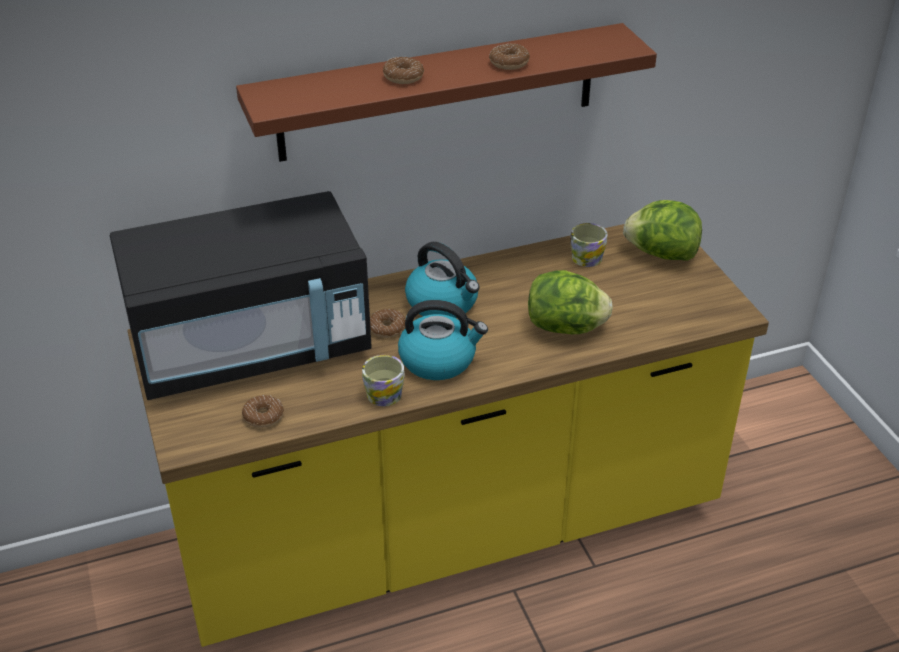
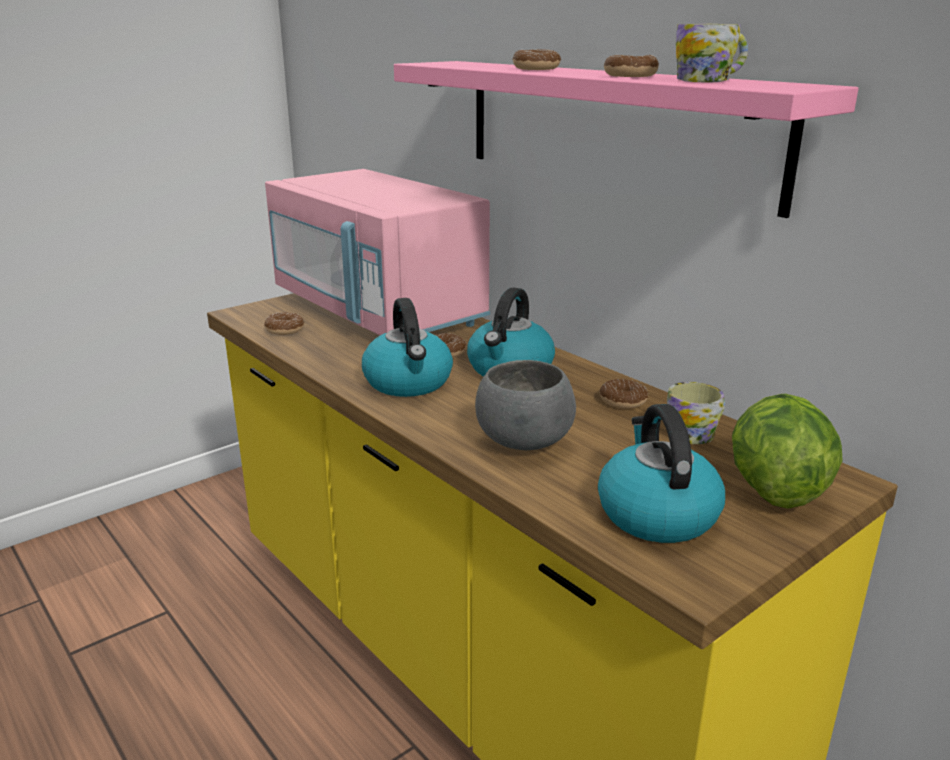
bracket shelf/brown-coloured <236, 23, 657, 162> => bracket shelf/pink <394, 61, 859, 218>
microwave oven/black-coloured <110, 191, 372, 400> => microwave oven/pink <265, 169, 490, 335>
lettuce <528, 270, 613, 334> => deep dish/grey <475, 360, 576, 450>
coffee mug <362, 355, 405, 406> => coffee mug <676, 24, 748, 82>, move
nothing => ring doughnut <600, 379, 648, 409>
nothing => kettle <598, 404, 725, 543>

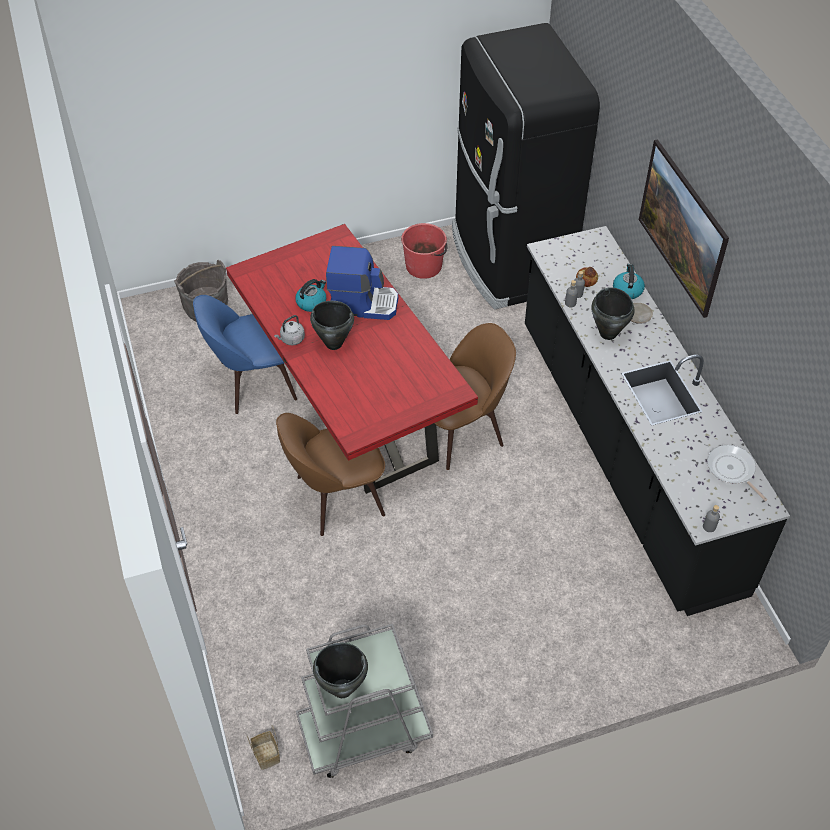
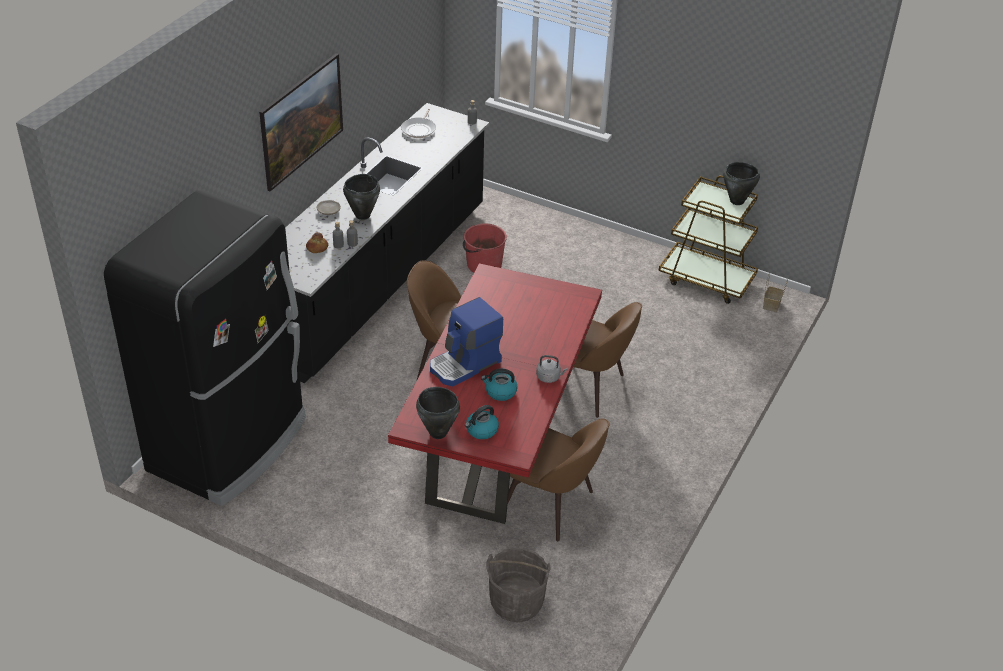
pail/red-coloured <401, 223, 447, 279> => pail/red-coloured <463, 223, 507, 273>, move
coffee maker <326, 246, 398, 320> => coffee maker <430, 297, 503, 386>, 90 degrees counterclockwise
kettle <613, 264, 645, 299> => kettle <465, 405, 499, 439>, move
upright chair/blue-coloured <193, 295, 297, 414> => upright chair/brown-coloured <508, 419, 610, 541>
stockpot/black-coloured <310, 301, 354, 350> => stockpot/black-coloured <416, 387, 460, 439>, move
wheeled cart/grey <296, 624, 433, 778> => wheeled cart/brown-coloured <659, 176, 758, 304>

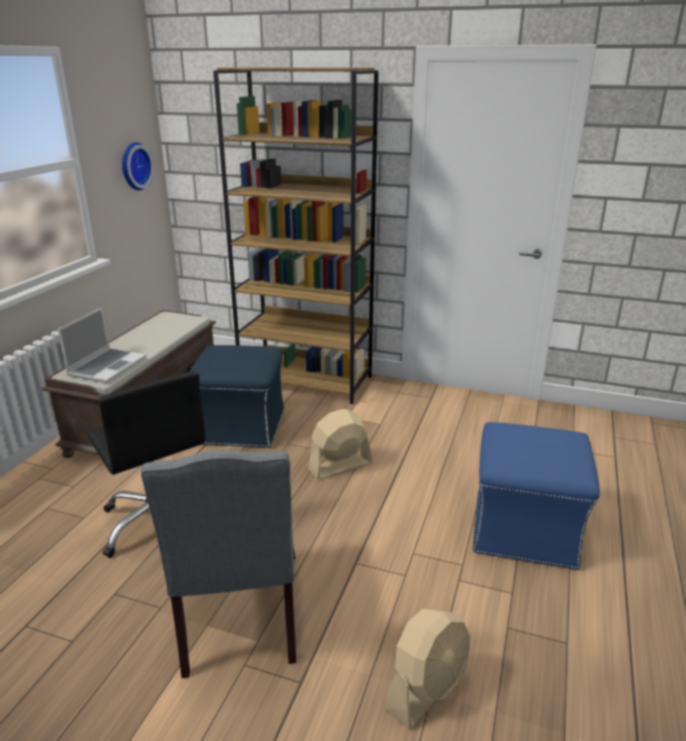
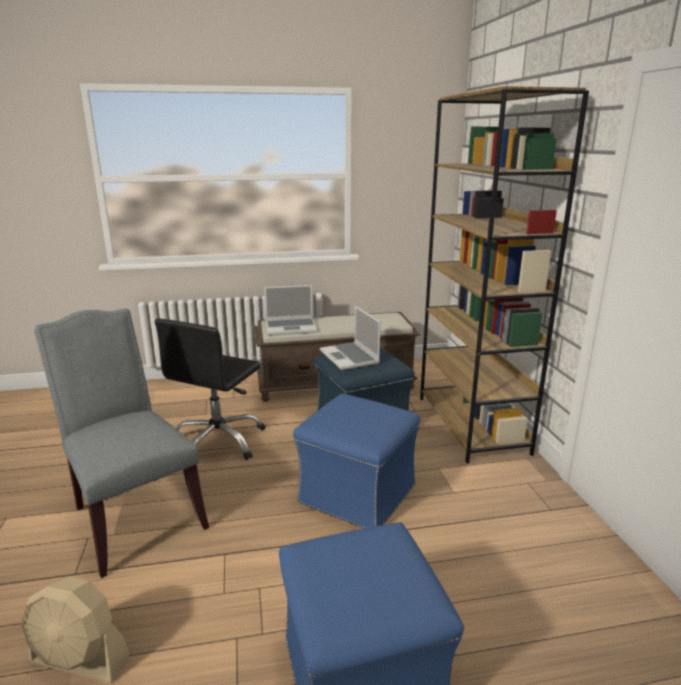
hanging clock <122, 142, 154, 190> => nothing
fan/sand-coloured <308, 409, 372, 480> => pouffe/blue-coloured <293, 394, 420, 529>
upright chair/grey <141, 450, 296, 678> => upright chair/grey <35, 309, 209, 578>, 90 degrees clockwise
nothing => notebook computer <320, 306, 381, 370>

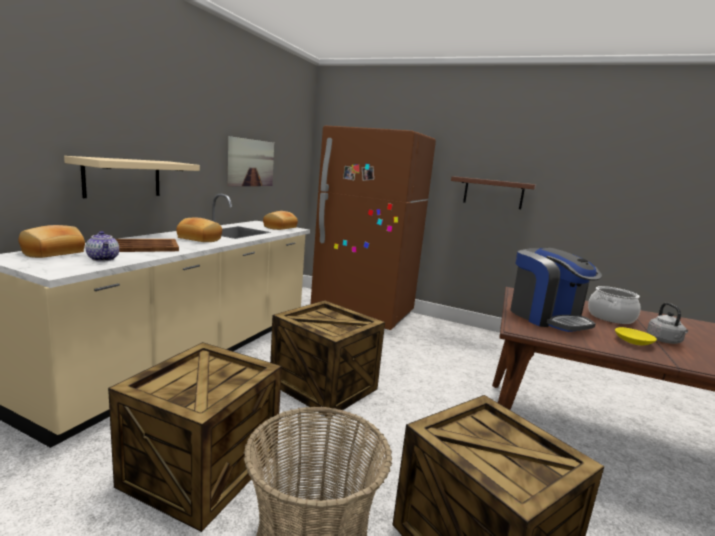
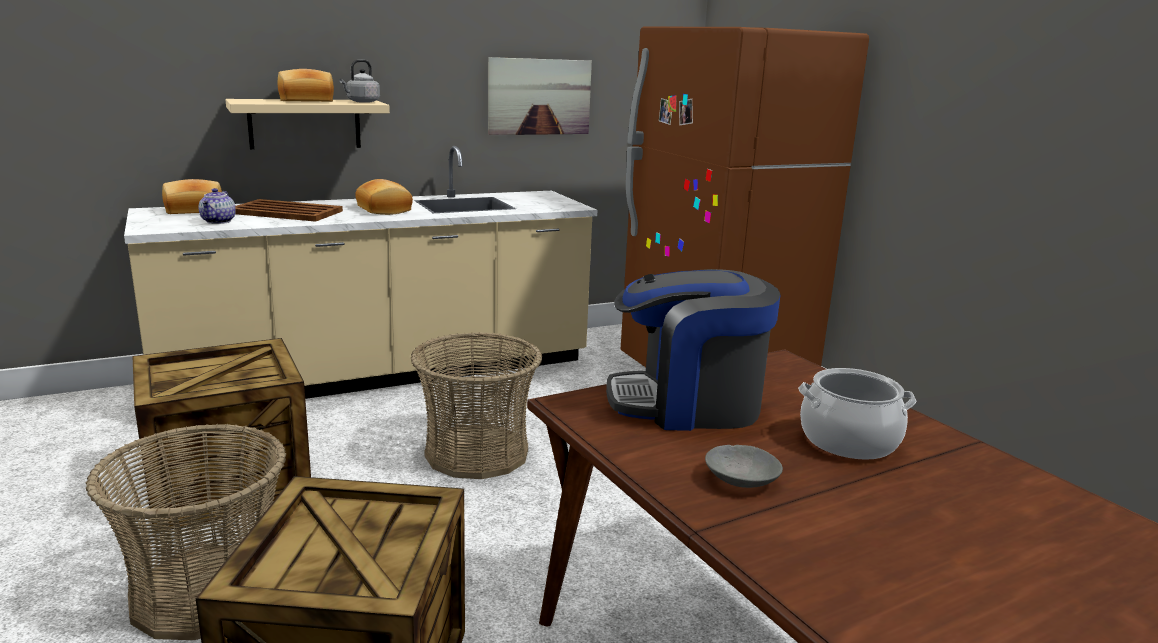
bracket shelf/brown-coloured <451, 176, 536, 209> => nothing
bread <263, 211, 298, 230> => bread <278, 69, 334, 102>, move
coffee maker <510, 248, 602, 332> => coffee maker <606, 269, 781, 431>, 75 degrees clockwise
crate <270, 300, 385, 417> => basket <411, 332, 543, 479>
kettle/grey <647, 303, 688, 344> => kettle/grey <339, 60, 380, 103>, move
deep dish/yellowish <615, 327, 657, 345> => deep dish/grey <705, 445, 783, 488>

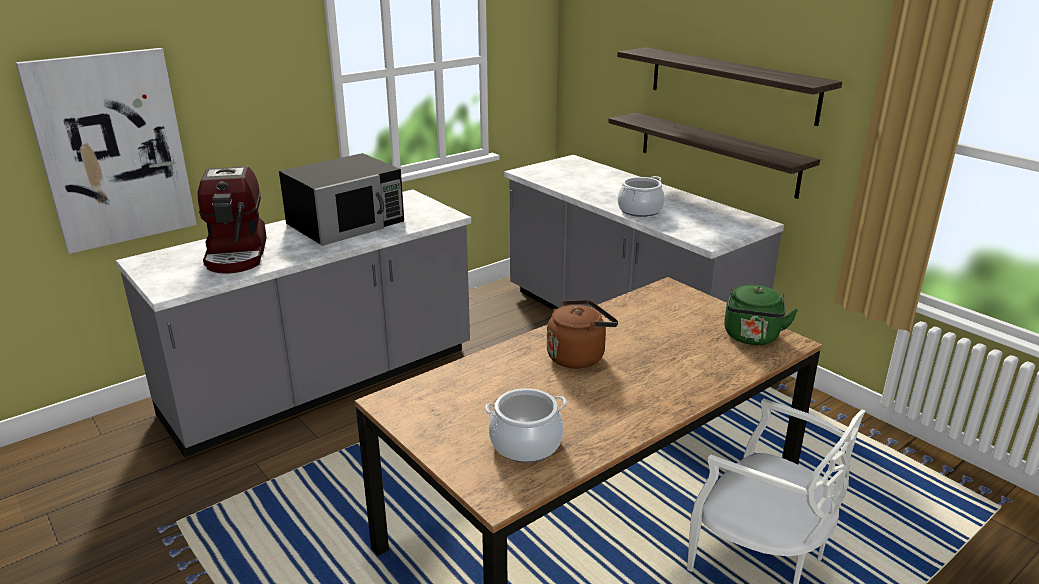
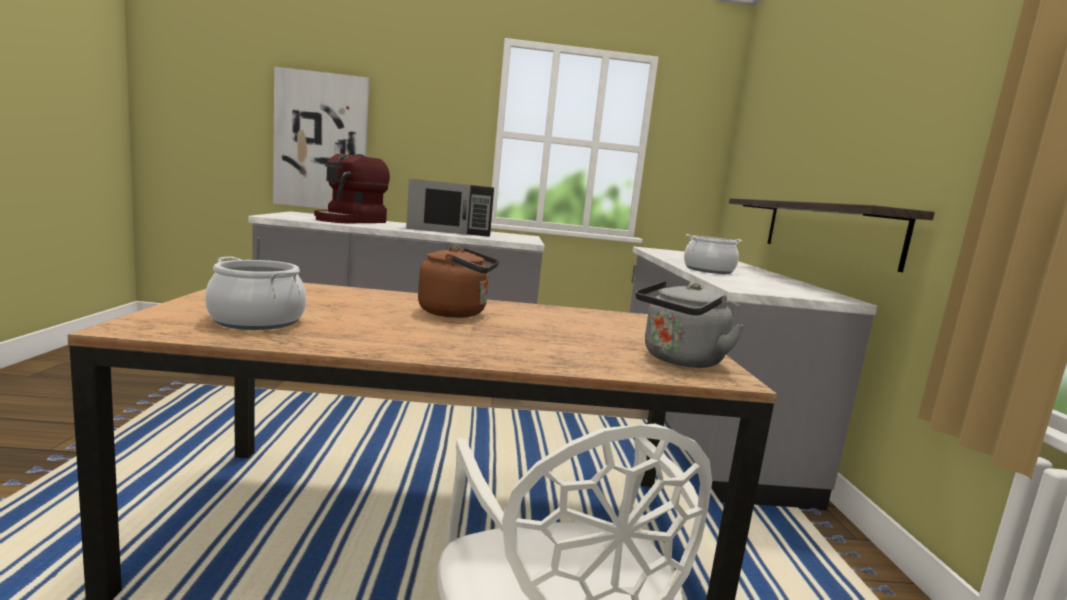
bracket shelf <617, 47, 842, 126> => nothing
kettle/green <724, 285, 798, 345> => kettle/grey <636, 281, 745, 368>

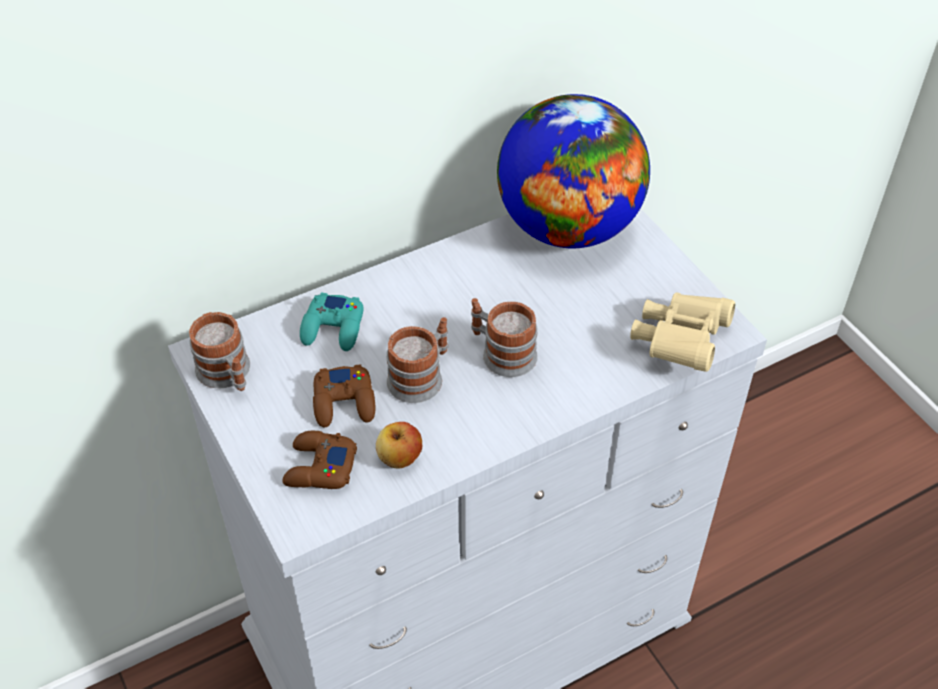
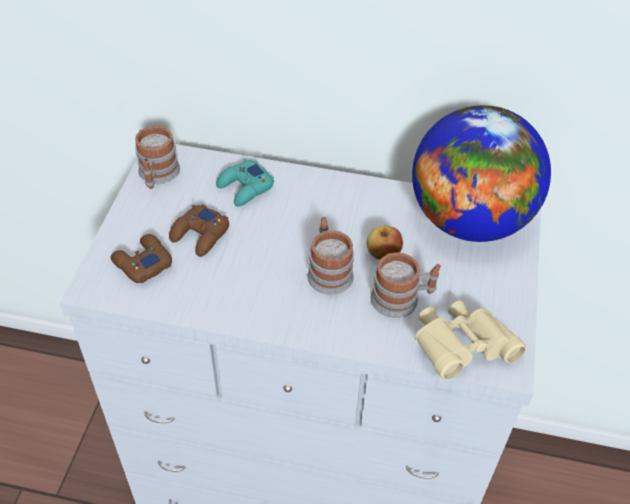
coffee mug <386, 317, 448, 403> => coffee mug <370, 253, 441, 318>, move
whole apple <376, 422, 422, 469> => whole apple <366, 226, 403, 260>, move

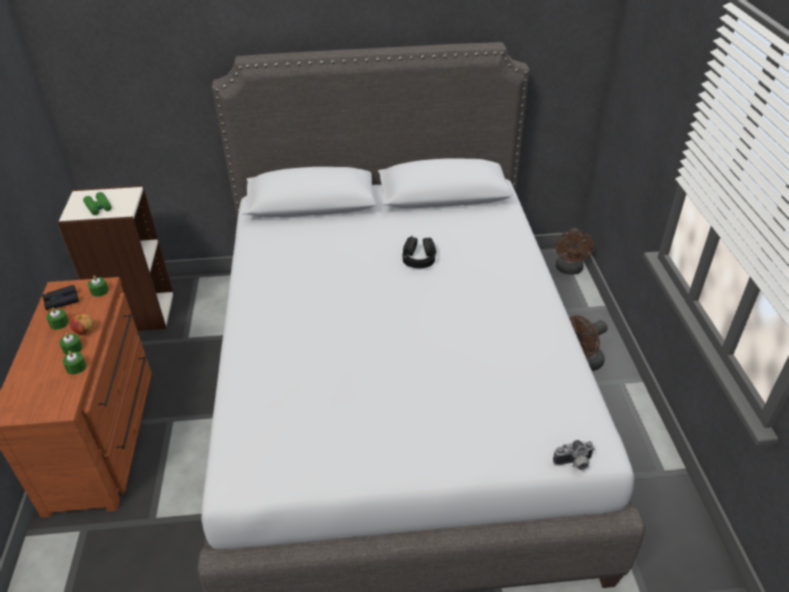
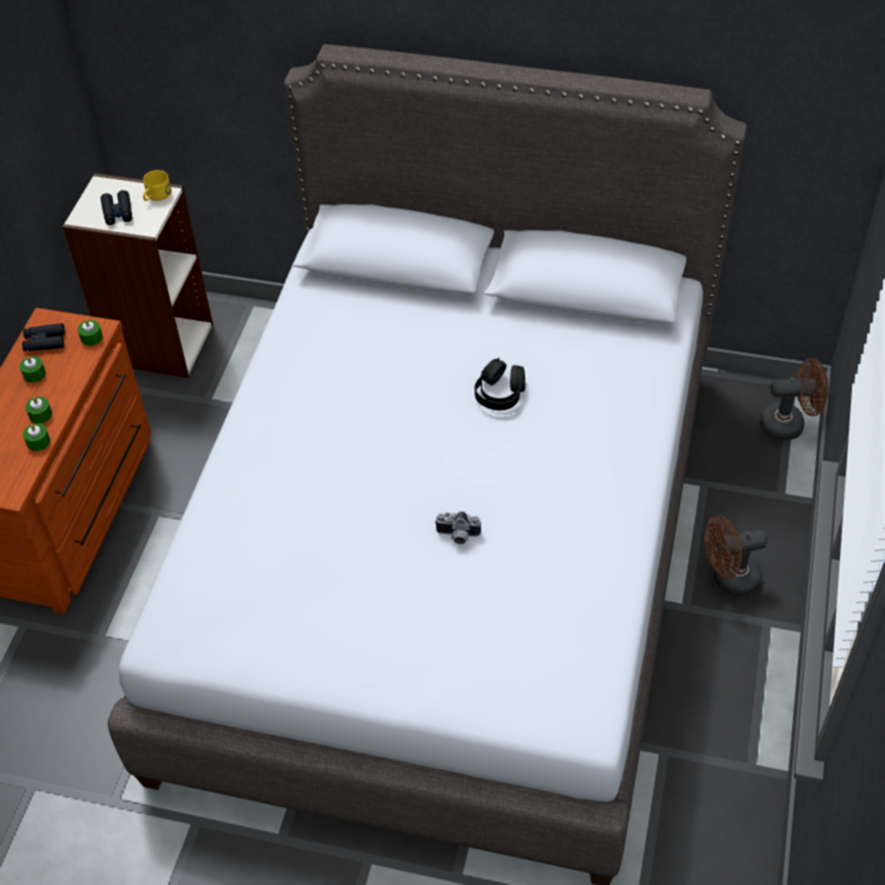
pair of binoculars/green <83, 192, 112, 215> => pair of binoculars/black-coloured <101, 190, 132, 225>
fan/brown-coloured <555, 228, 594, 275> => fan/brown-coloured <760, 358, 828, 441>, 120 degrees counterclockwise
whole apple <69, 313, 92, 335> => nothing
still camera <553, 440, 595, 470> => still camera <435, 511, 481, 544>, move
nothing => coffee mug/yellowish <143, 170, 171, 201>

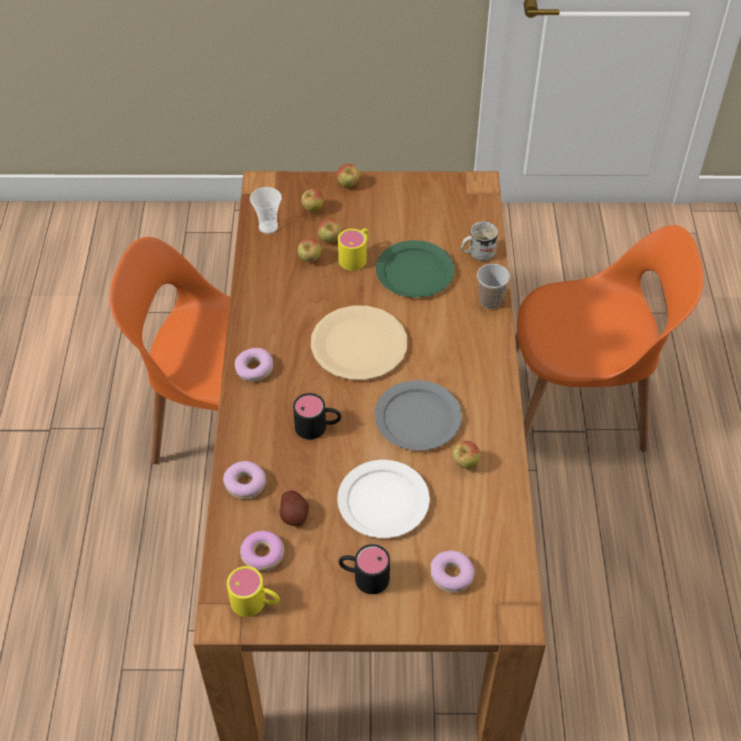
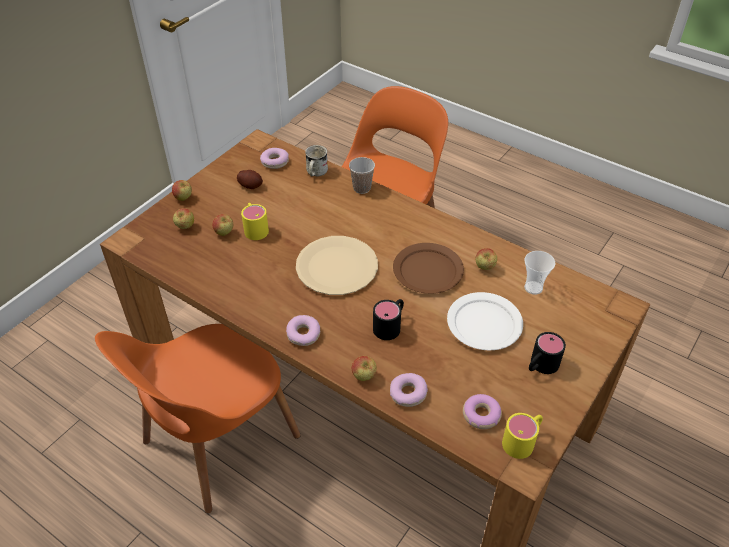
small cup <250, 187, 282, 234> => small cup <524, 251, 555, 295>, move
whole apple <297, 238, 321, 262> => whole apple <352, 356, 377, 381>, move
dinner plate/green <376, 240, 455, 298> => nothing
dinner plate/grey <374, 380, 462, 451> => dinner plate/brown-coloured <393, 243, 464, 294>
whole potato <279, 491, 309, 527> => whole potato <237, 170, 263, 189>, move
ring doughnut <430, 550, 475, 593> => ring doughnut <260, 148, 289, 169>, move

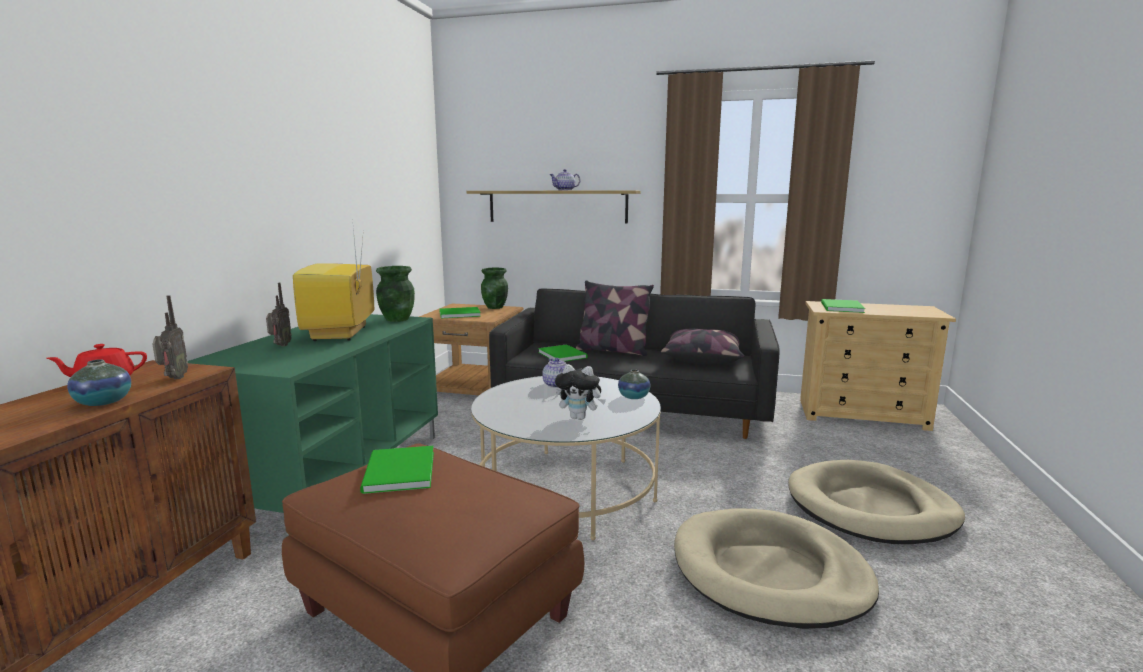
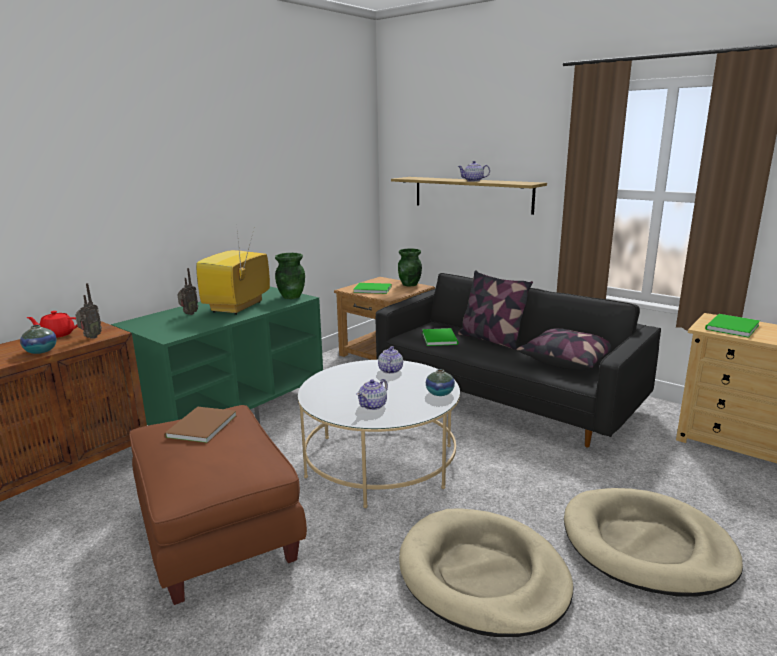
soft toy <555, 364, 606, 420> => pot for tea <356, 379, 388, 410>
volume/green <360, 446, 434, 494> => volume/brown-coloured <164, 407, 237, 443>

